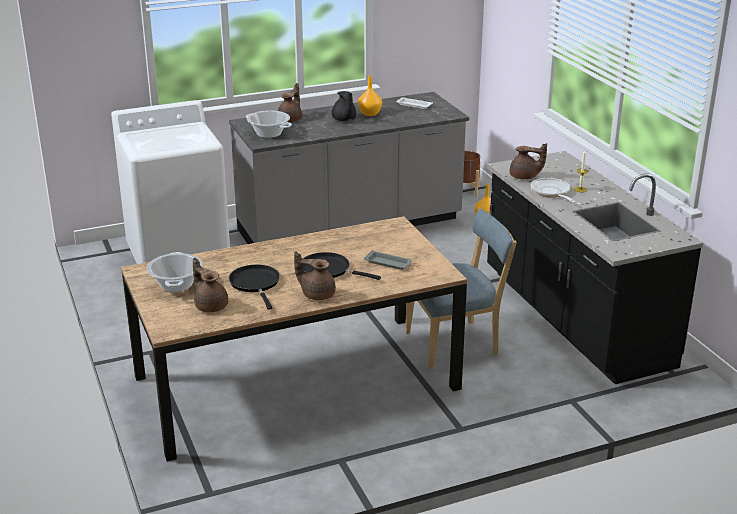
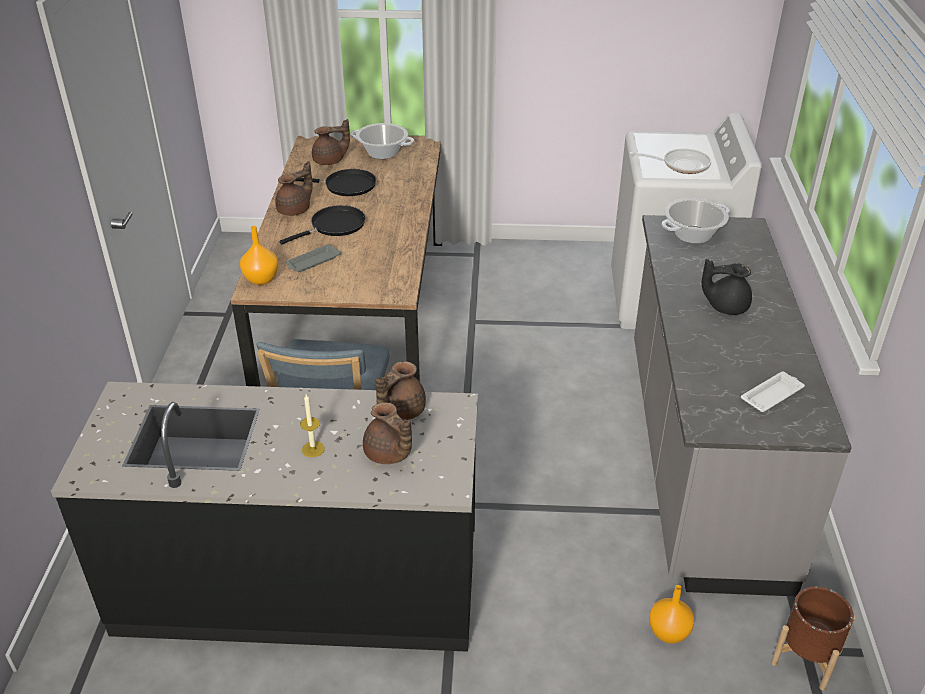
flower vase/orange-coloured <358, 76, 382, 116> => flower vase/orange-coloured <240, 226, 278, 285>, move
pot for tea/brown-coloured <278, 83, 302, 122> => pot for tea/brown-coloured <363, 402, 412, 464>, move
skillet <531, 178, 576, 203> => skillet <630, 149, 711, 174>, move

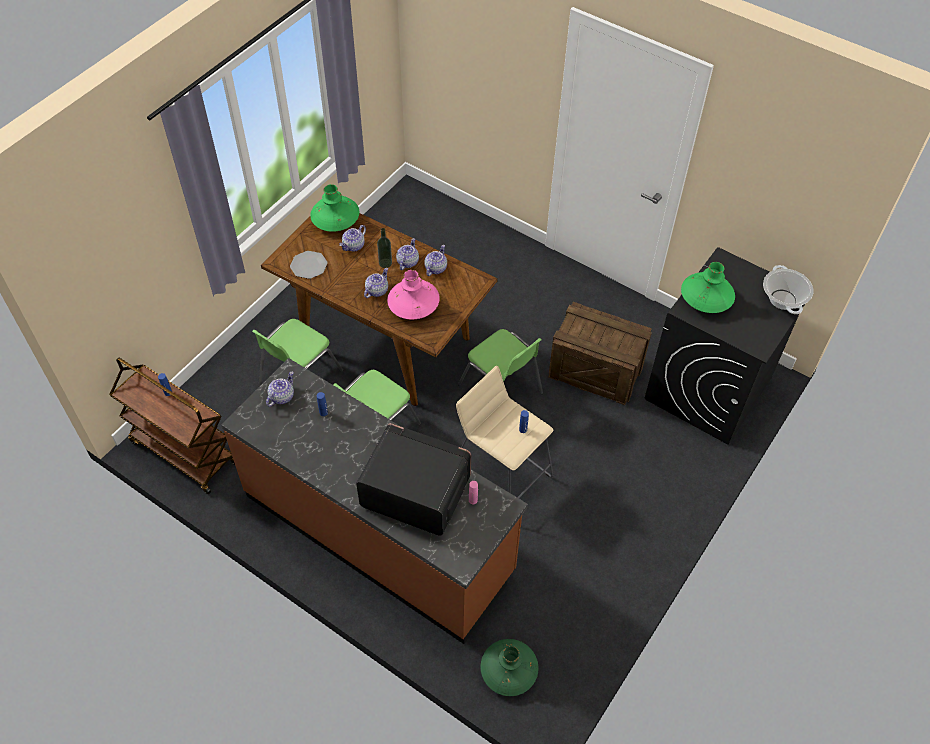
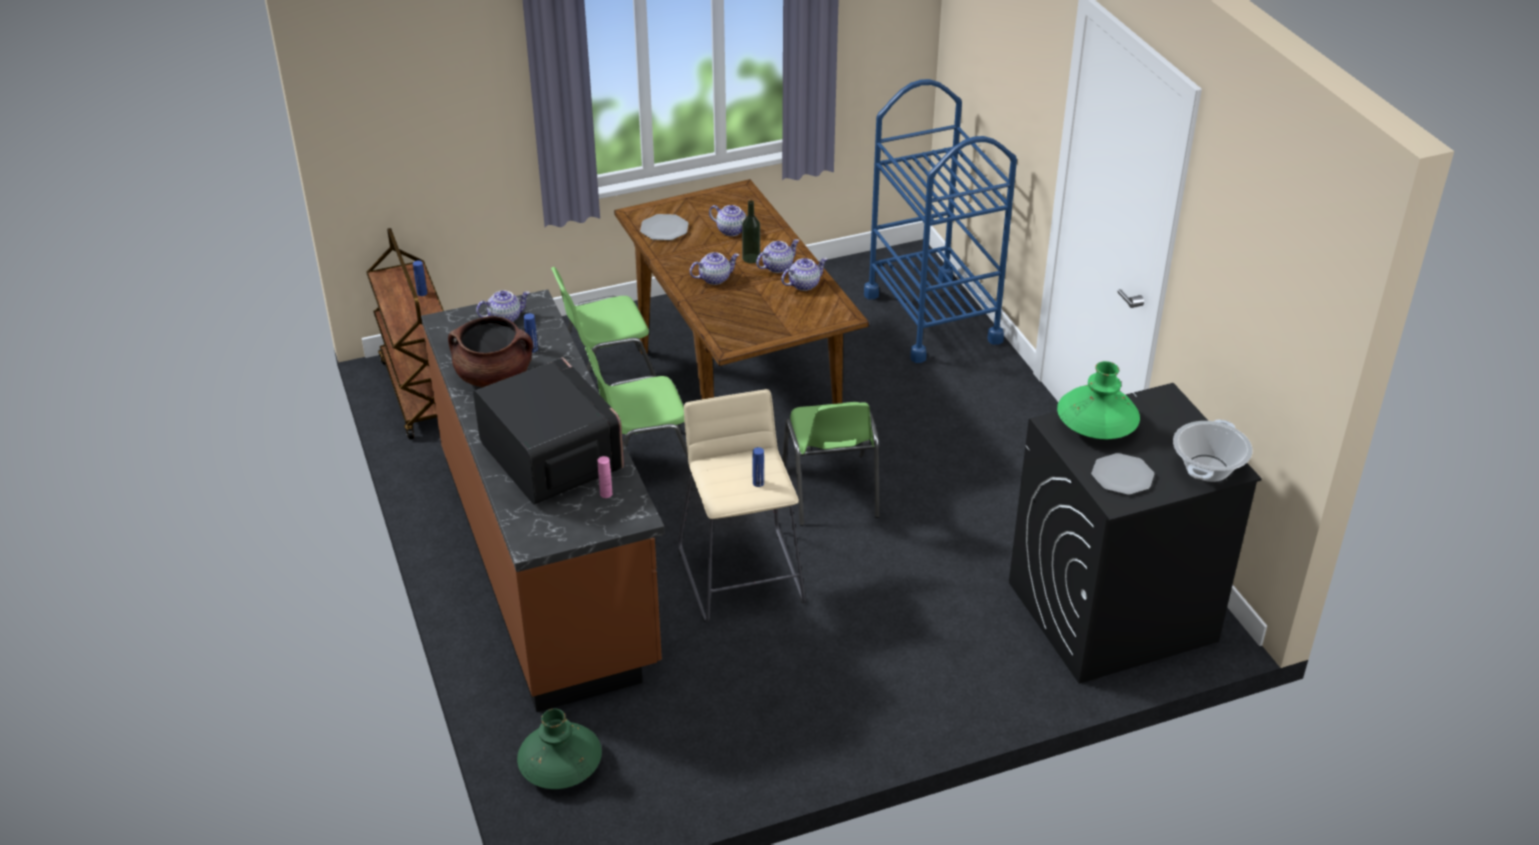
flower vase/green <310, 184, 359, 232> => nothing
pot for tea <339, 225, 366, 251> => pot for tea <709, 205, 746, 236>, 135 degrees counterclockwise
flower vase/pink <387, 270, 440, 319> => nothing
crate <548, 302, 652, 405> => nothing
nothing => wheeled cart/blue-coloured <864, 79, 1017, 363>
nothing => stockpot/brown-coloured <448, 316, 533, 387>
nothing => dinner plate <1091, 453, 1154, 495>

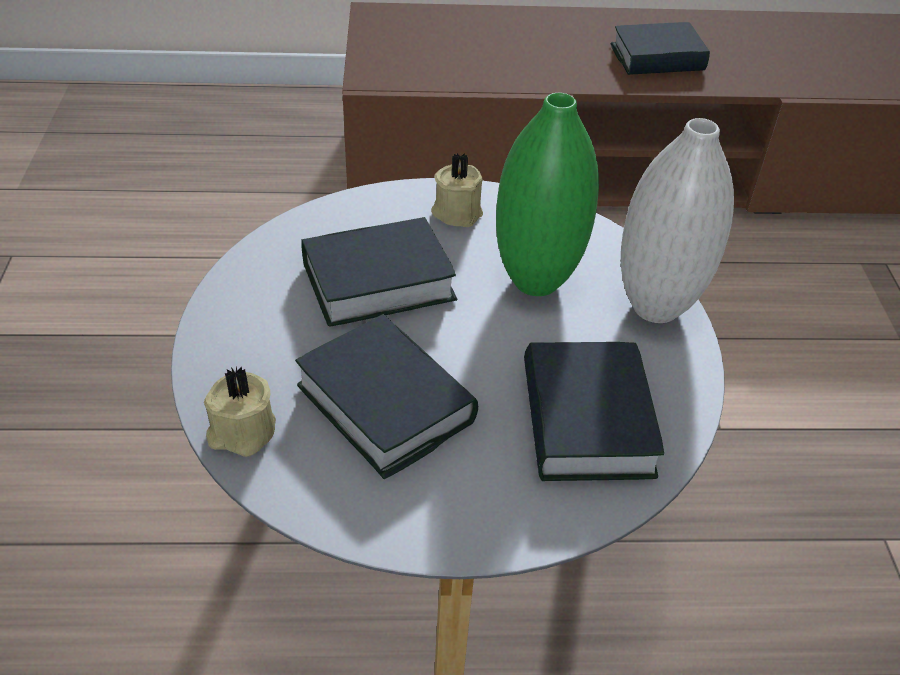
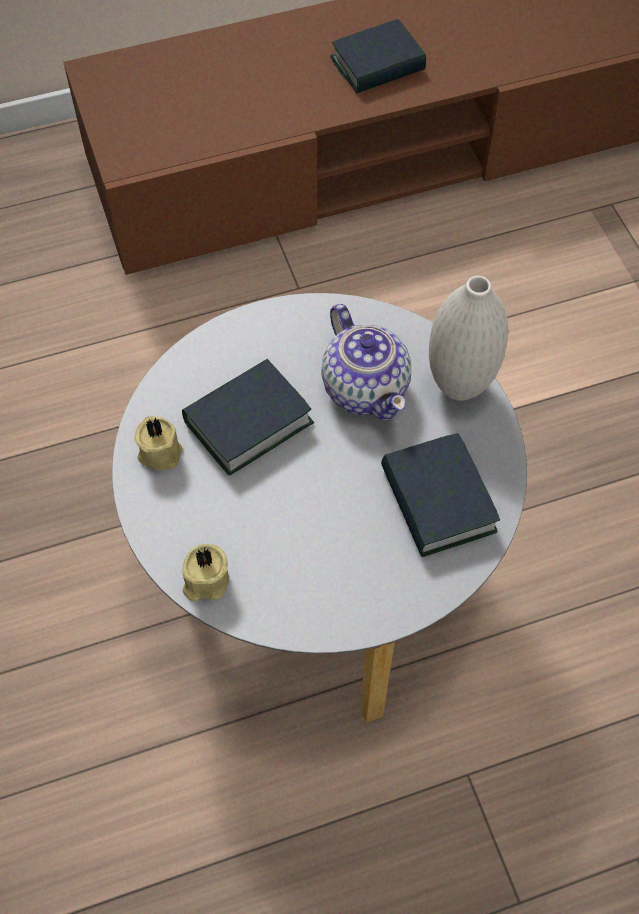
flower vase/green <496, 93, 599, 296> => pot for tea <321, 304, 411, 421>
candle/sand-coloured <431, 153, 483, 227> => candle/sand-coloured <134, 416, 183, 470>, move
volume <295, 314, 478, 479> => nothing

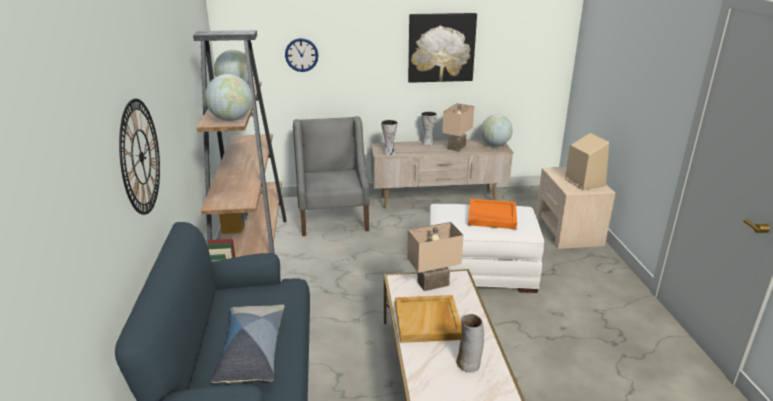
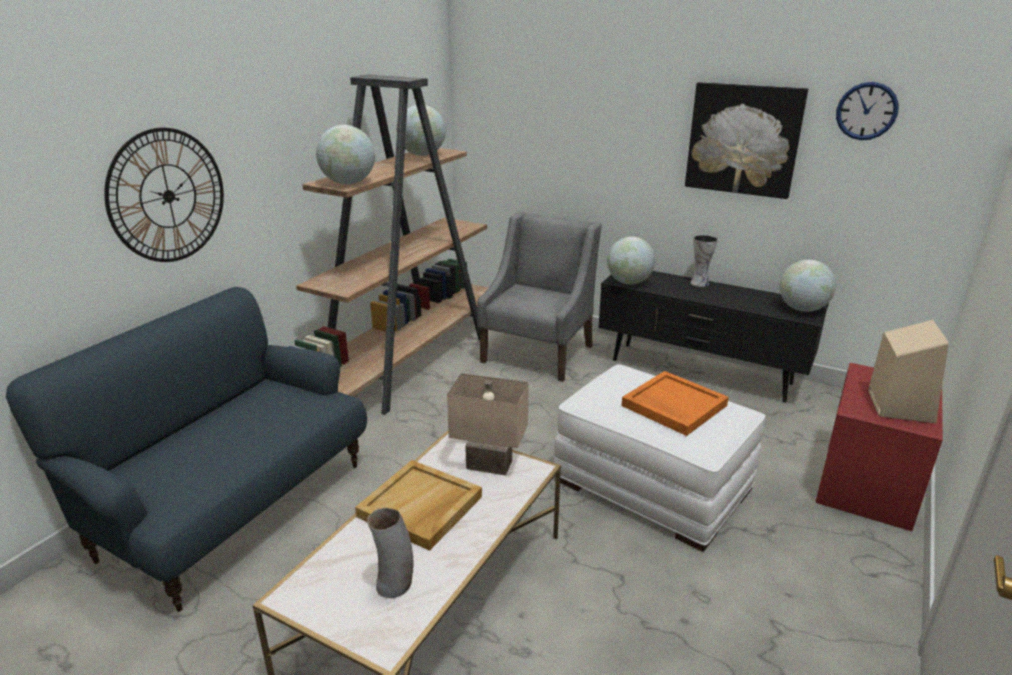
hanging clock <285, 38, 318, 72> => hanging clock <836, 82, 899, 140>, move
lamp for a table/sand-coloured <442, 103, 474, 151> => nothing
flower vase <381, 120, 397, 155> => world globe <607, 237, 655, 284>
tv stand/sand-coloured <370, 139, 514, 209> => tv stand/black-coloured <598, 271, 829, 403>
night table/sand-coloured <536, 167, 615, 249> => night table/red-coloured <816, 363, 943, 531>
throw pillow <210, 304, 285, 383> => nothing

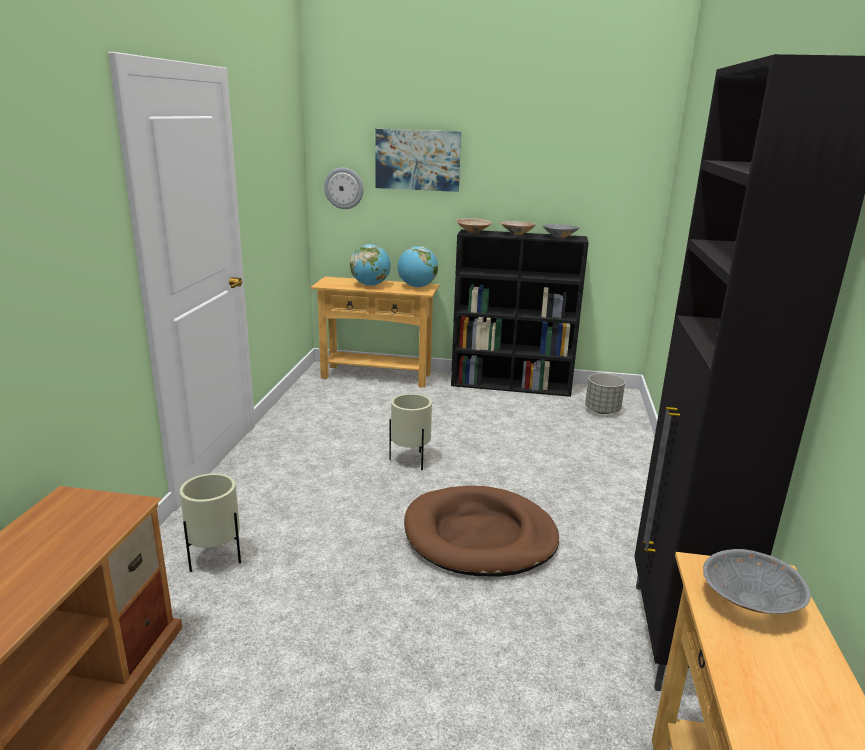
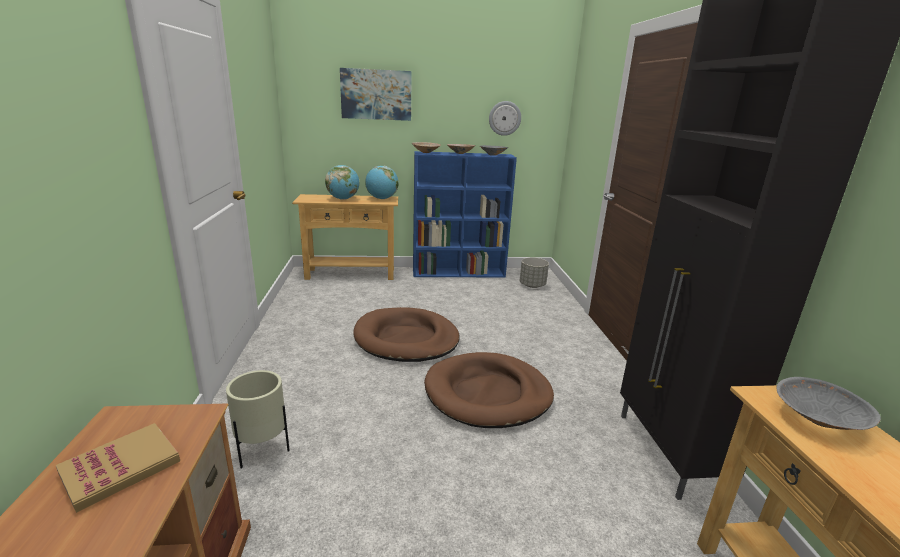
hanging clock <324, 167, 364, 209> => hanging clock <489, 101, 521, 136>, move
shelving unit/black-coloured <451, 229, 589, 397> => shelving unit/blue-coloured <413, 151, 517, 277>
planter/sand-coloured <389, 394, 432, 470> => dog cushion/brown-coloured <353, 307, 460, 362>
nothing => volume <56, 423, 180, 513>

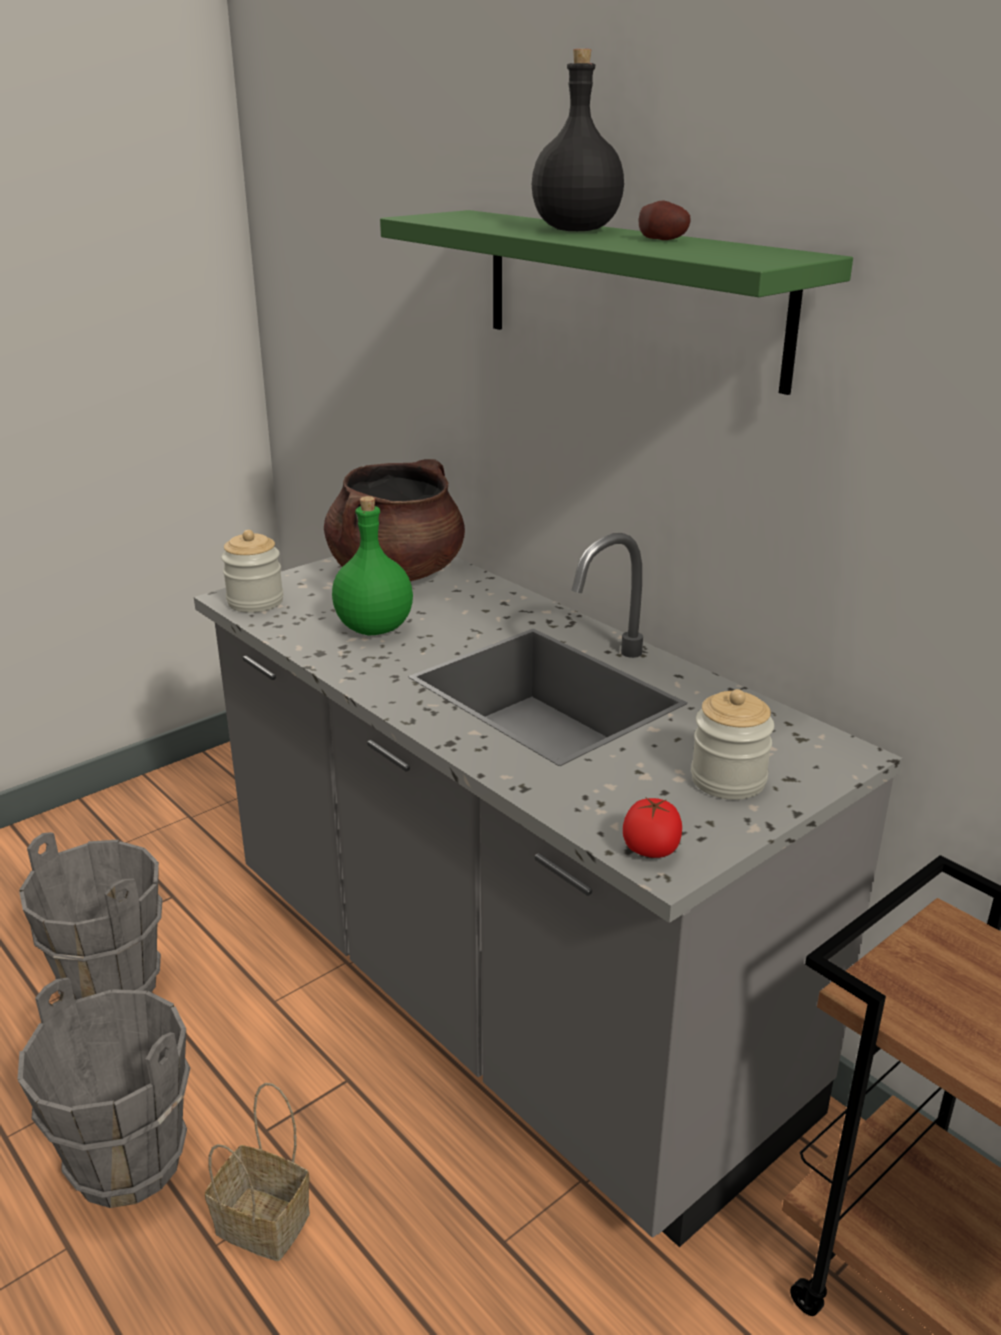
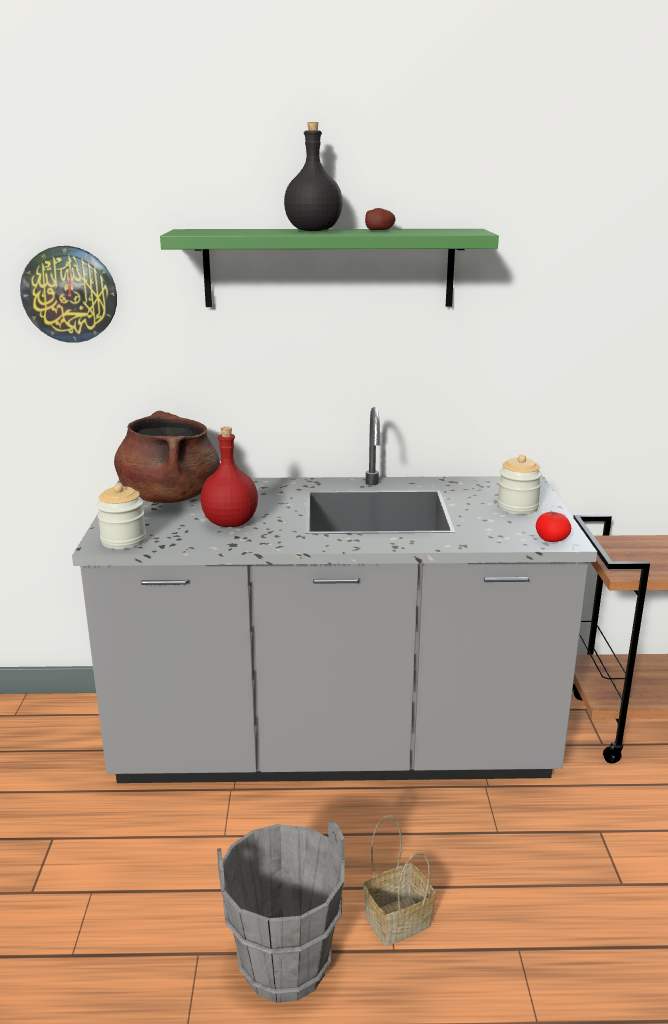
bottle/green <332, 496, 413, 636> => bottle/red-coloured <200, 427, 258, 527>
pail/grey <19, 832, 162, 1000> => nothing
nothing => hanging clock <20, 246, 117, 343>

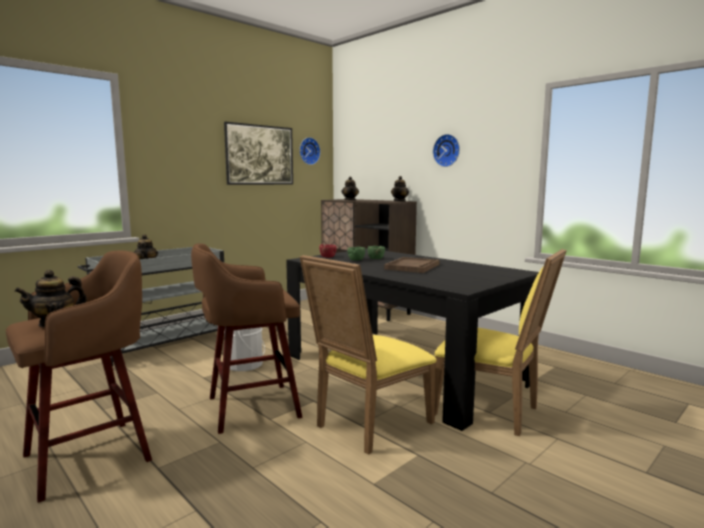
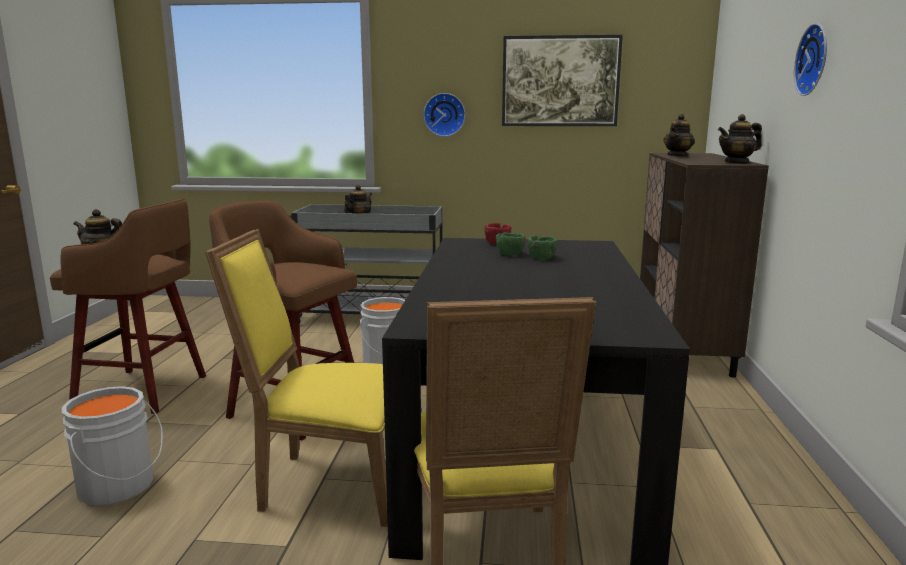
hanging clock <299, 137, 320, 165> => hanging clock <424, 93, 465, 137>, move
carrying tray/brown-coloured <384, 257, 440, 273> => nothing
nothing => pail/grey <62, 386, 163, 506>

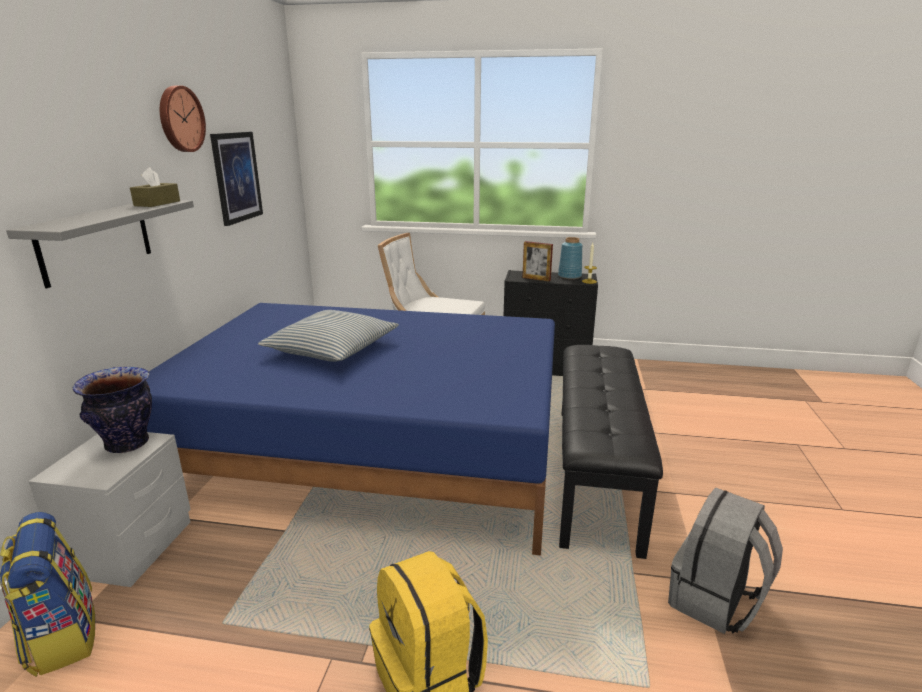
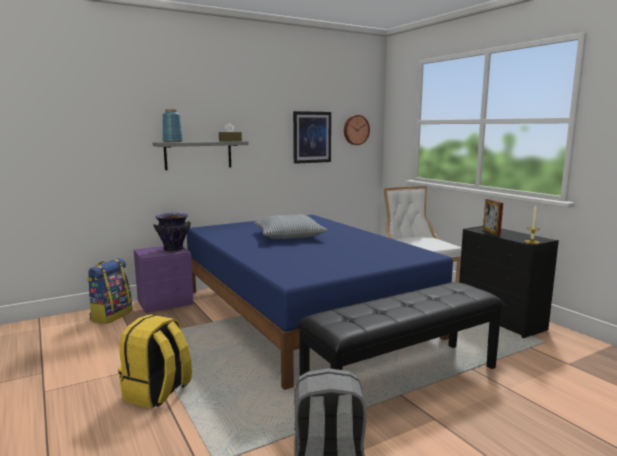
hanging clock <160, 86, 206, 152> => hanging clock <344, 115, 370, 145>, move
flower vase/blue-coloured <558, 237, 582, 279> => flower vase/blue-coloured <163, 109, 183, 142>, move
night table/grey <28, 432, 191, 587> => night table/purplish <134, 246, 193, 313>

